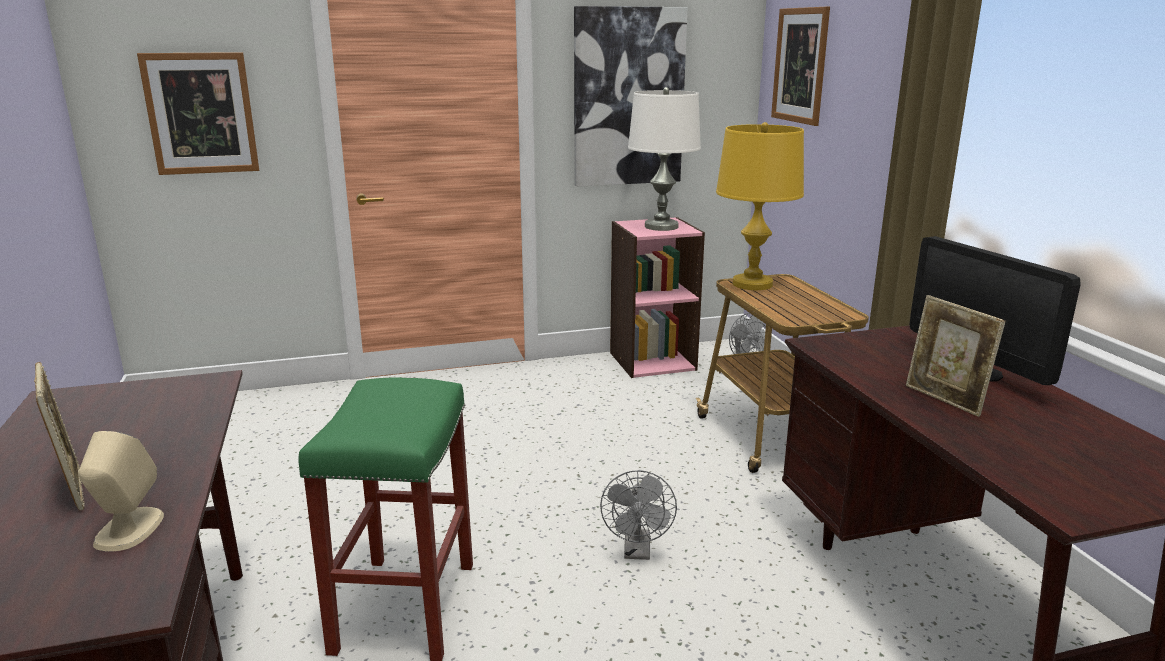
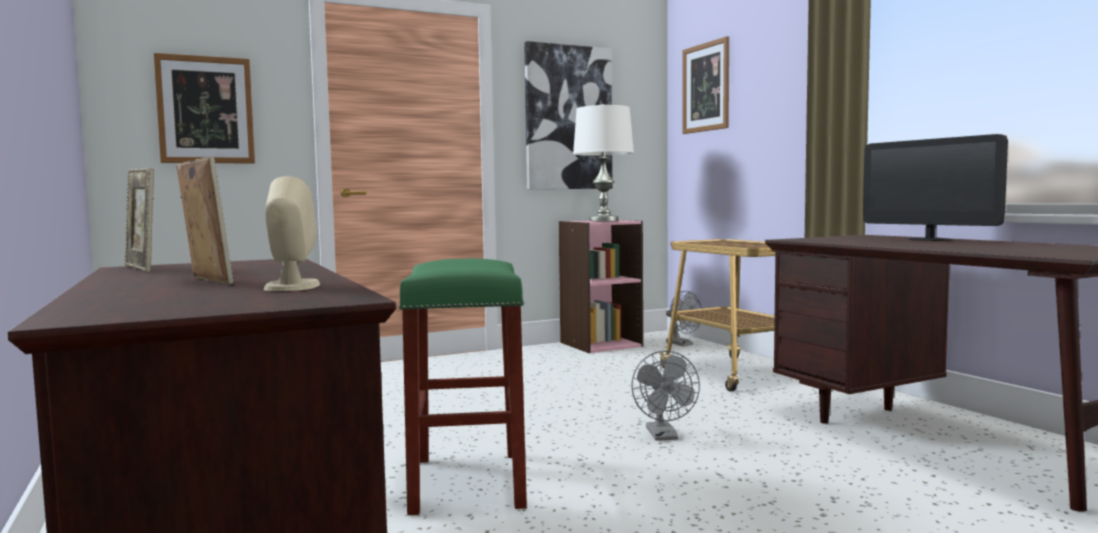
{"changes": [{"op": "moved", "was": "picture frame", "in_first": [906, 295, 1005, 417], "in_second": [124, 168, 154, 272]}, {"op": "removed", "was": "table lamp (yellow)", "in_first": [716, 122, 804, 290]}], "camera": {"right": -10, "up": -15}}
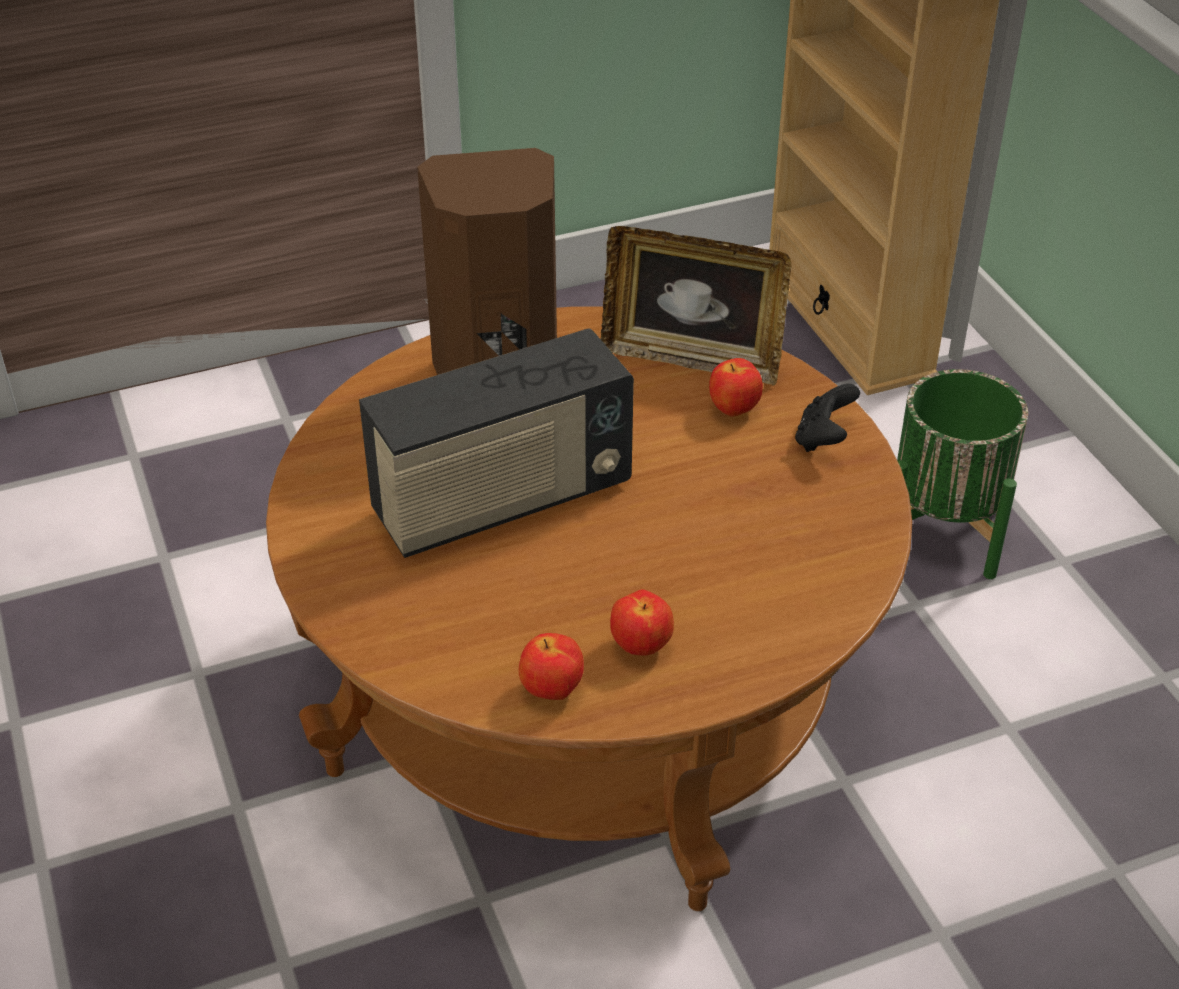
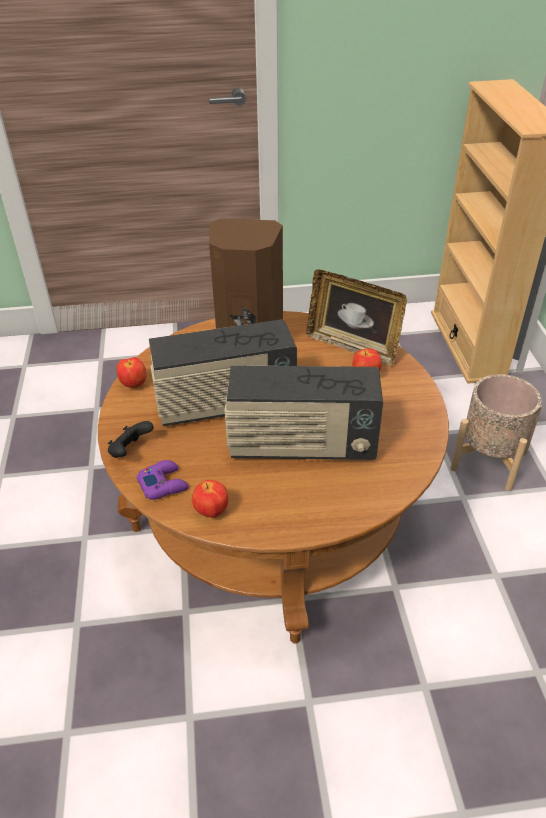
{"changes": [{"op": "moved", "was": "game controller (black)", "in_first": [795, 384, 860, 452], "in_second": [108, 421, 154, 458]}, {"op": "moved", "was": "apple", "in_first": [610, 589, 674, 656], "in_second": [117, 357, 147, 388]}, {"op": "added", "now": "game controller (purple)", "in_second": [136, 460, 189, 500]}, {"op": "added", "now": "radio", "in_second": [225, 365, 383, 460]}, {"op": "recoloured", "was": "planter (green)", "now": "planter (beige)", "in_first": [897, 369, 1028, 579], "in_second": [451, 374, 542, 491]}], "camera": {"right": 15, "up": 0}}
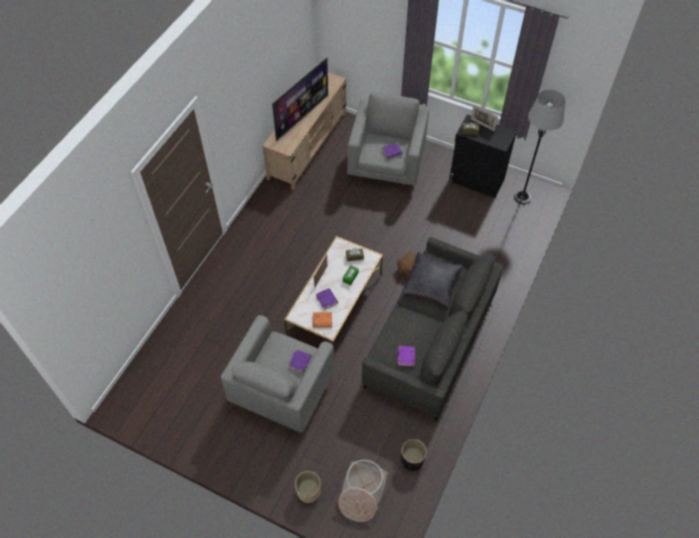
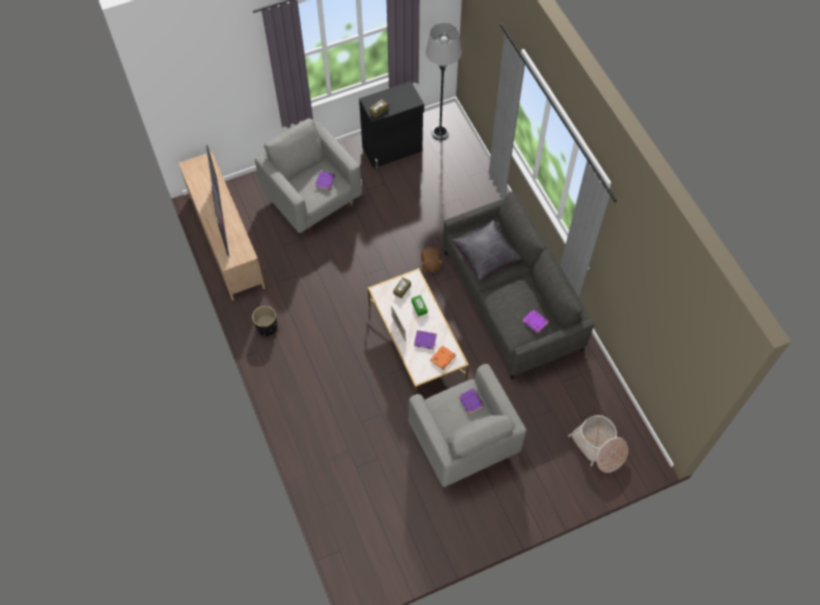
{"changes": [{"op": "moved", "was": "planter (black)", "in_first": [401, 439, 427, 471], "in_second": [252, 306, 278, 336]}, {"op": "removed", "was": "planter (beige)", "in_first": [295, 471, 321, 503]}, {"op": "removed", "was": "picture frame", "in_first": [471, 105, 498, 131]}], "camera": {"right": -50, "up": 5}}
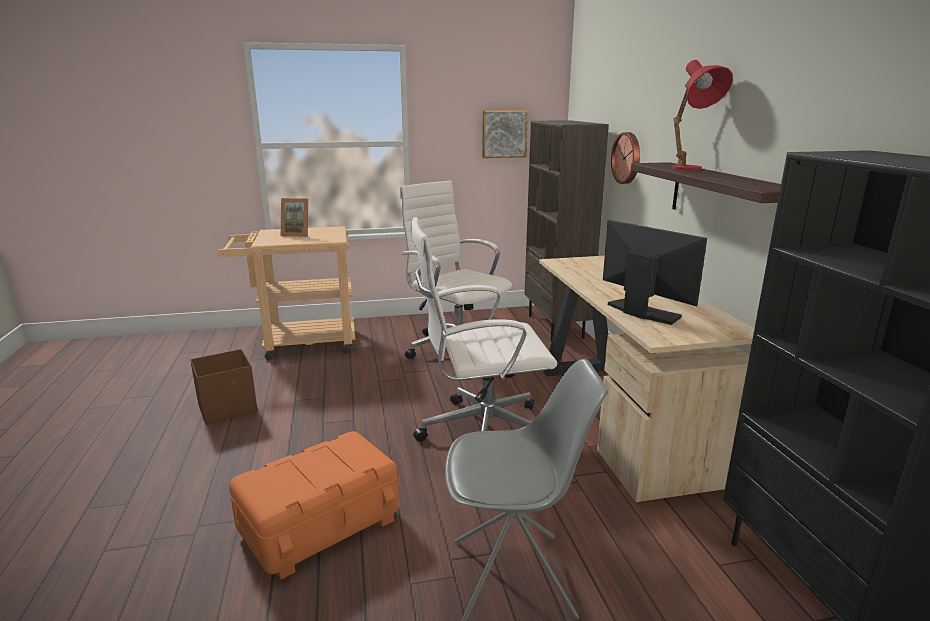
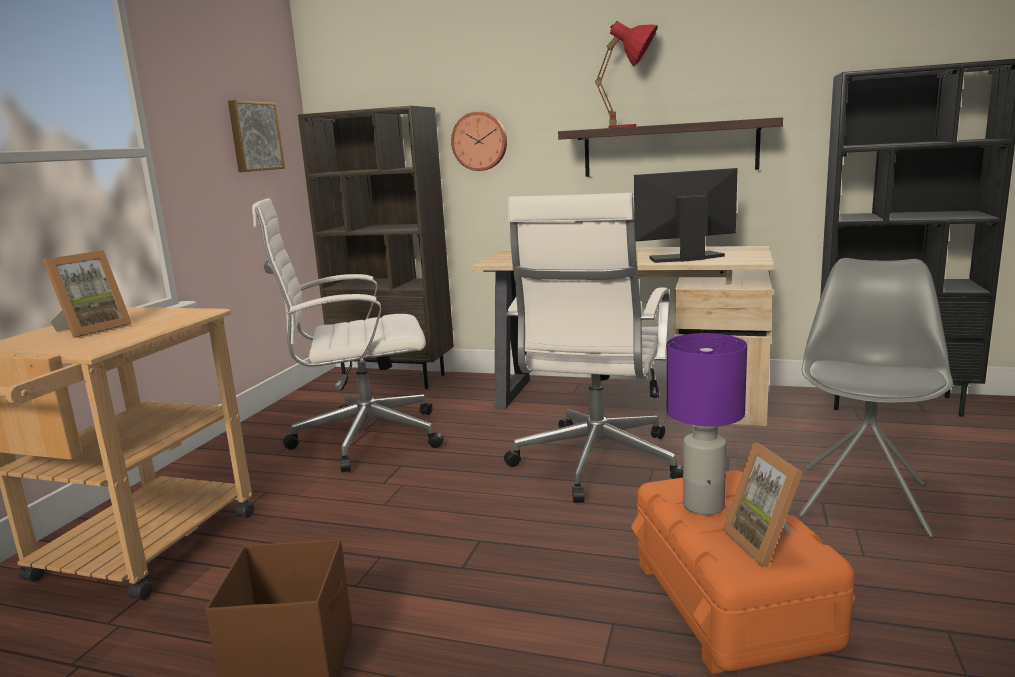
{"changes": [{"op": "added", "now": "table lamp (purple)", "in_second": [667, 333, 747, 515]}, {"op": "added", "now": "picture frame", "in_second": [723, 442, 803, 567]}], "camera": {"right": -60, "up": -5}}
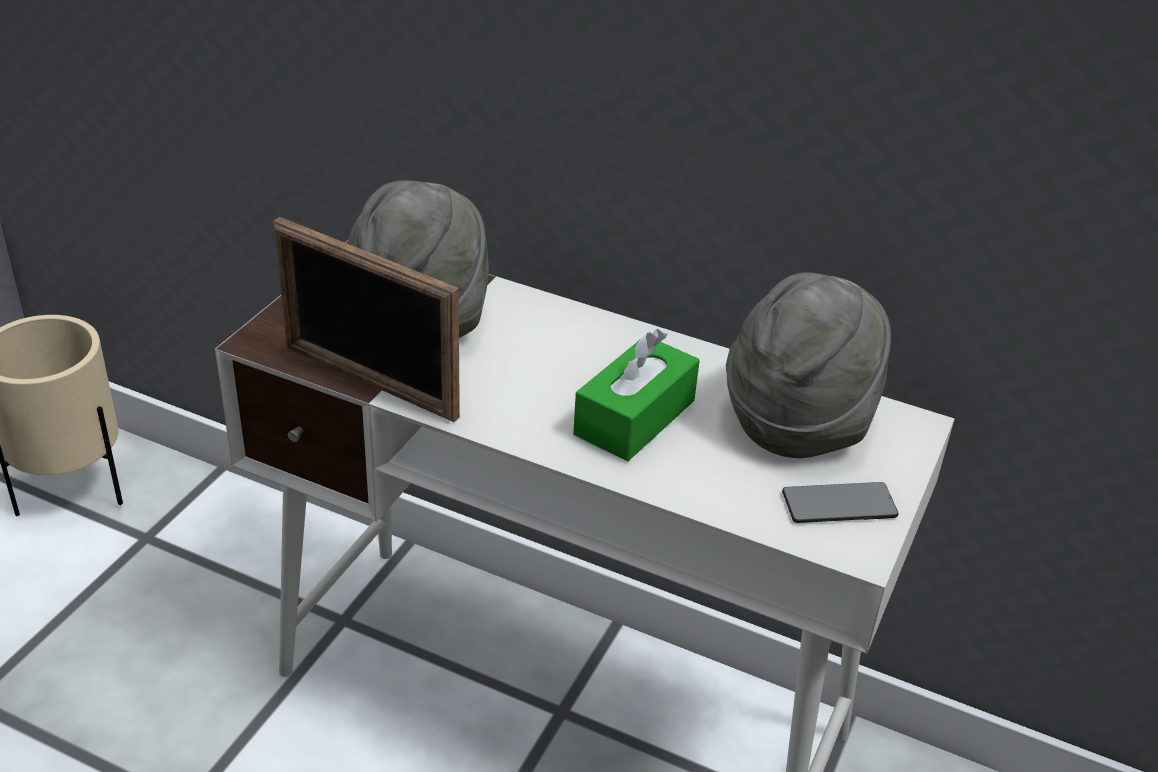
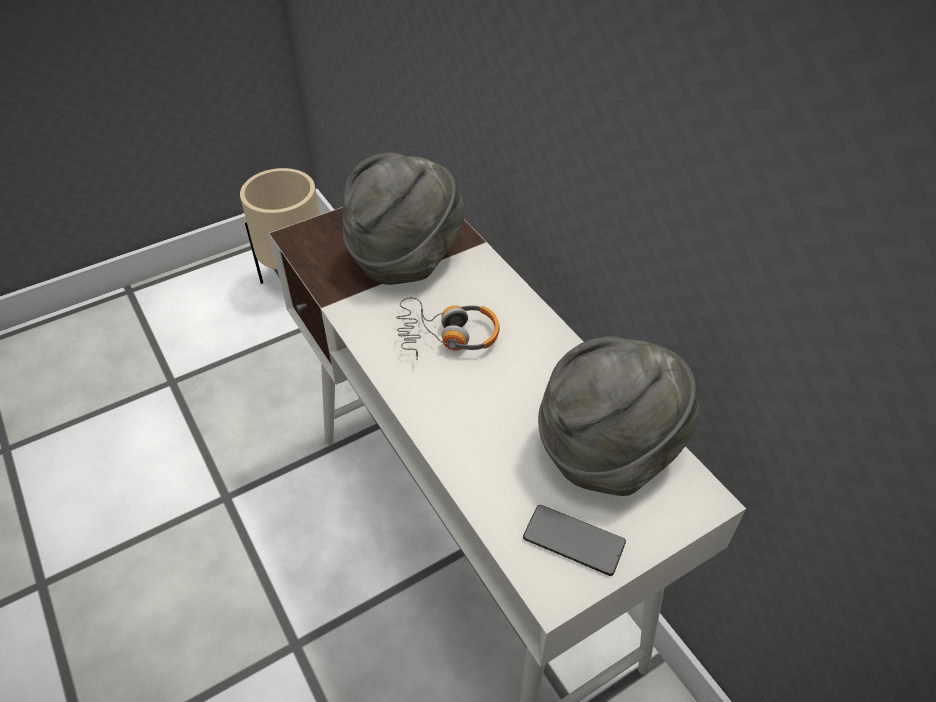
{"changes": [{"op": "added", "now": "headphones", "in_second": [396, 297, 500, 360]}, {"op": "removed", "was": "picture frame", "in_first": [274, 217, 460, 422]}, {"op": "removed", "was": "tissue box (green)", "in_first": [573, 329, 700, 462]}], "camera": {"right": 35, "up": 10}}
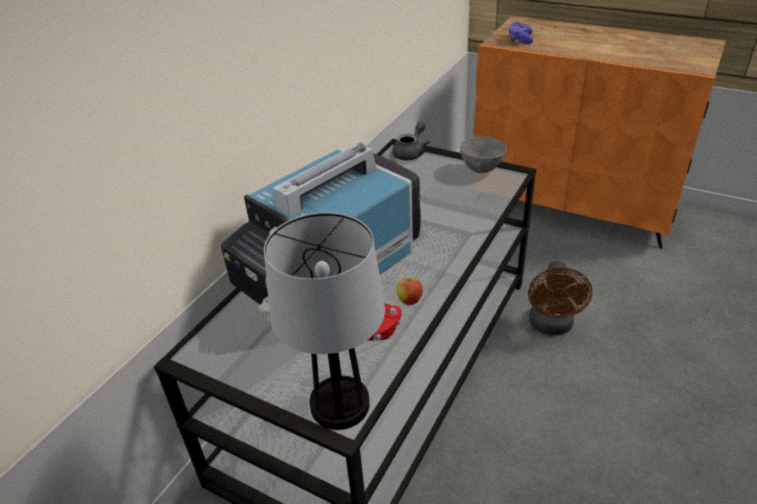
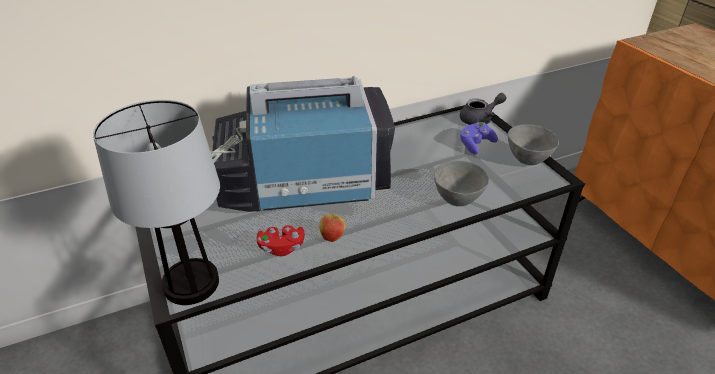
{"changes": [{"op": "added", "now": "bowl (grey)", "in_second": [434, 161, 489, 206]}, {"op": "moved", "was": "game controller (purple)", "in_first": [509, 21, 533, 44], "in_second": [460, 122, 498, 155]}, {"op": "removed", "was": "fan (brown)", "in_first": [528, 261, 592, 335]}], "camera": {"right": 35, "up": 0}}
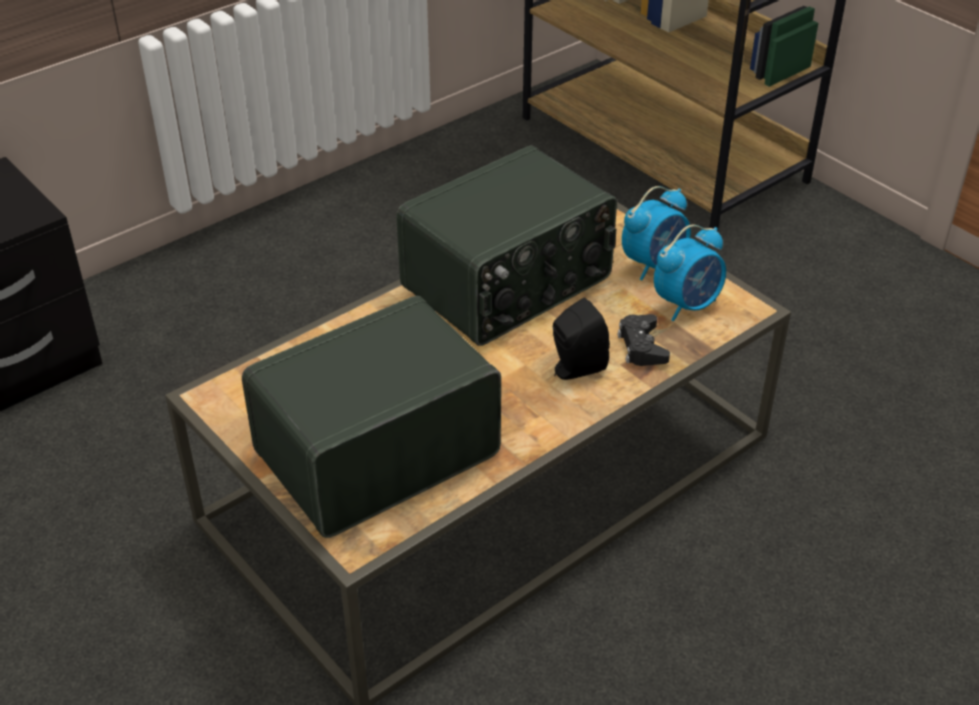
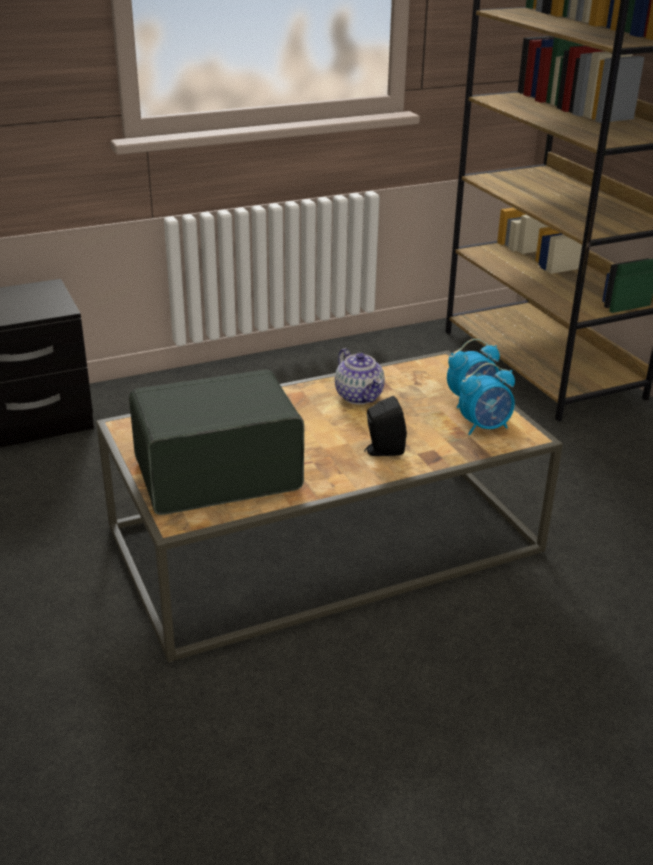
{"changes": [{"op": "replaced", "was": "radio", "now": "teapot", "in_first": [396, 145, 617, 346], "in_second": [335, 348, 385, 404]}, {"op": "removed", "was": "game controller (black)", "in_first": [617, 314, 670, 366]}], "camera": {"right": 15, "up": -10}}
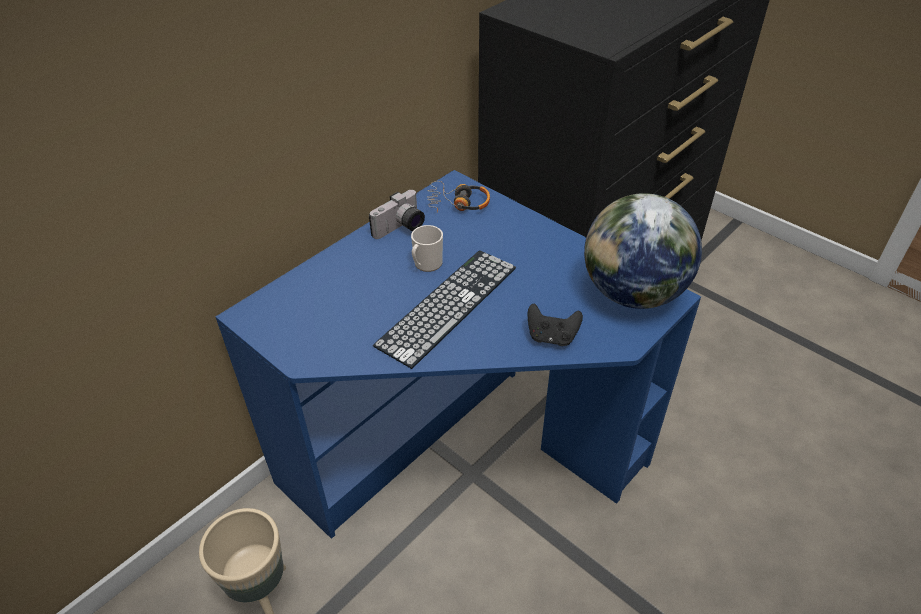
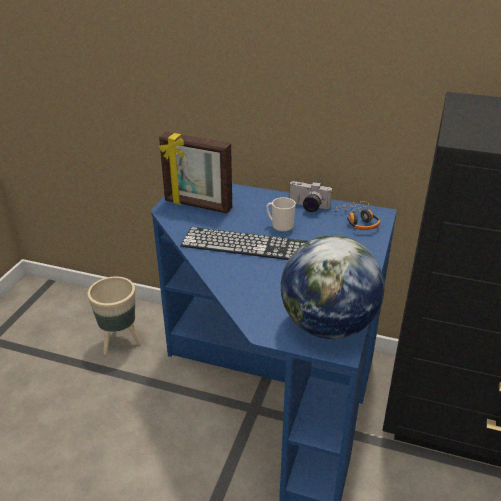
{"changes": [{"op": "added", "now": "picture frame", "in_second": [159, 132, 232, 213]}, {"op": "removed", "was": "game controller (black)", "in_first": [528, 303, 583, 346]}], "camera": {"right": 65, "up": -10}}
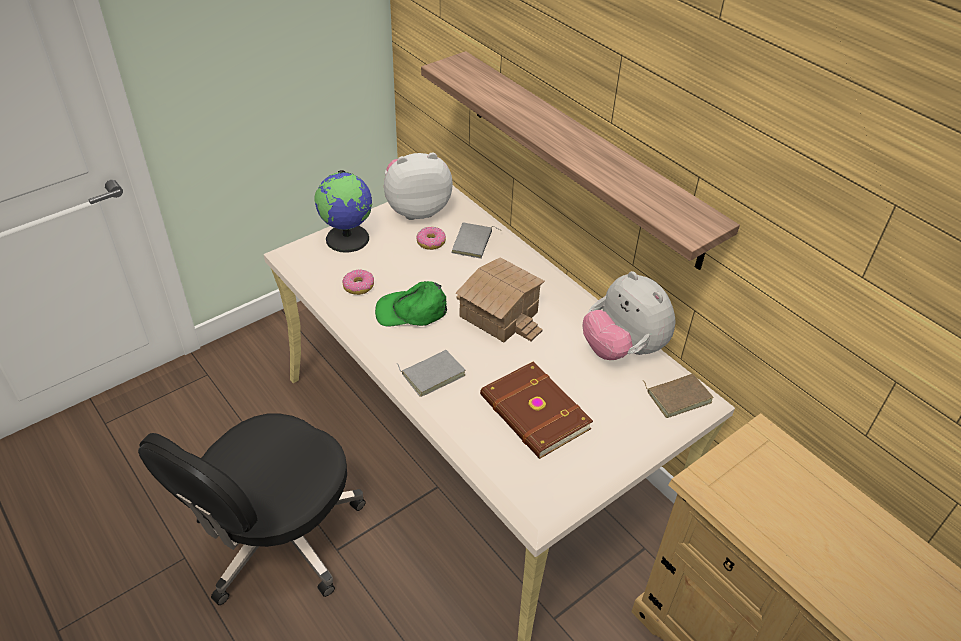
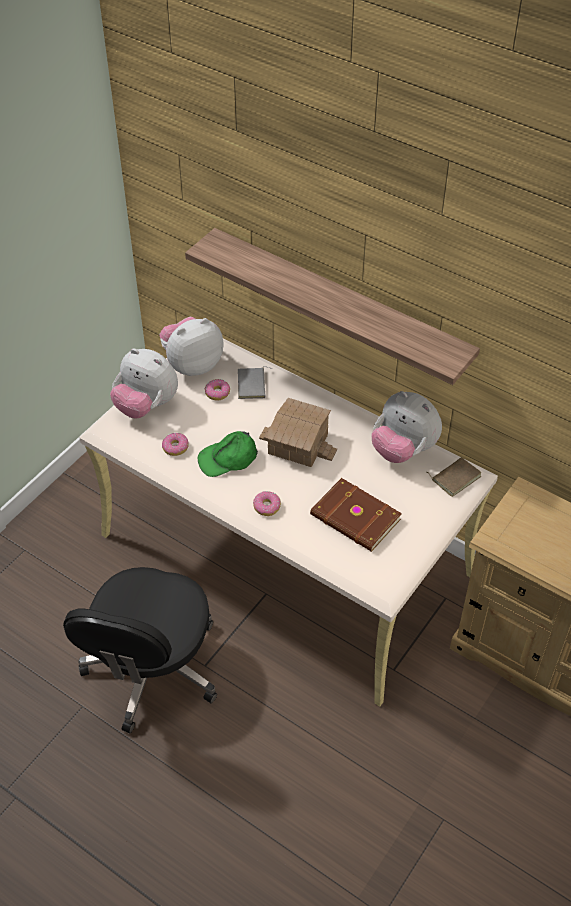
{"changes": [{"op": "replaced", "was": "globe", "now": "plush toy", "in_first": [314, 170, 372, 253], "in_second": [110, 348, 178, 418]}, {"op": "replaced", "was": "book (grey)", "now": "donut", "in_first": [396, 350, 465, 397], "in_second": [253, 491, 281, 516]}], "camera": {"right": -15, "up": 5}}
